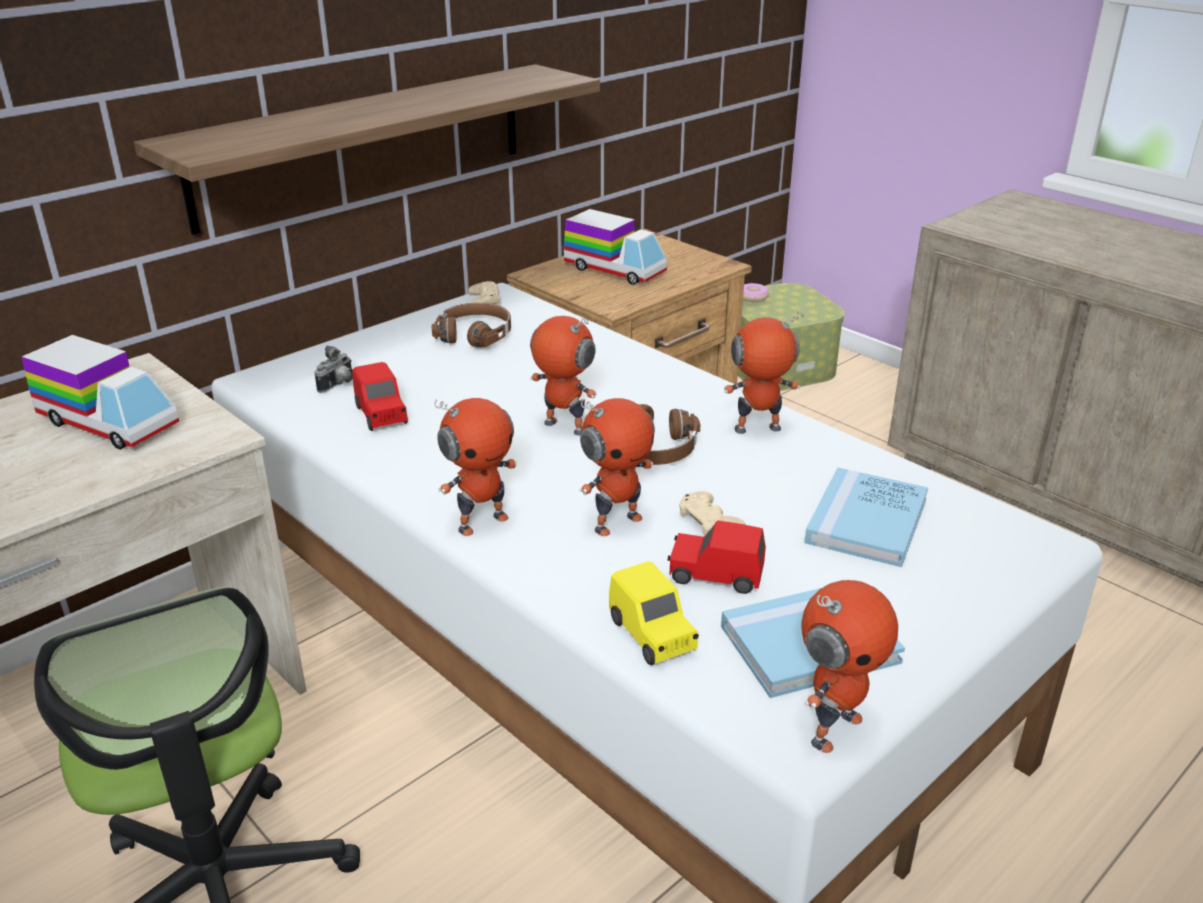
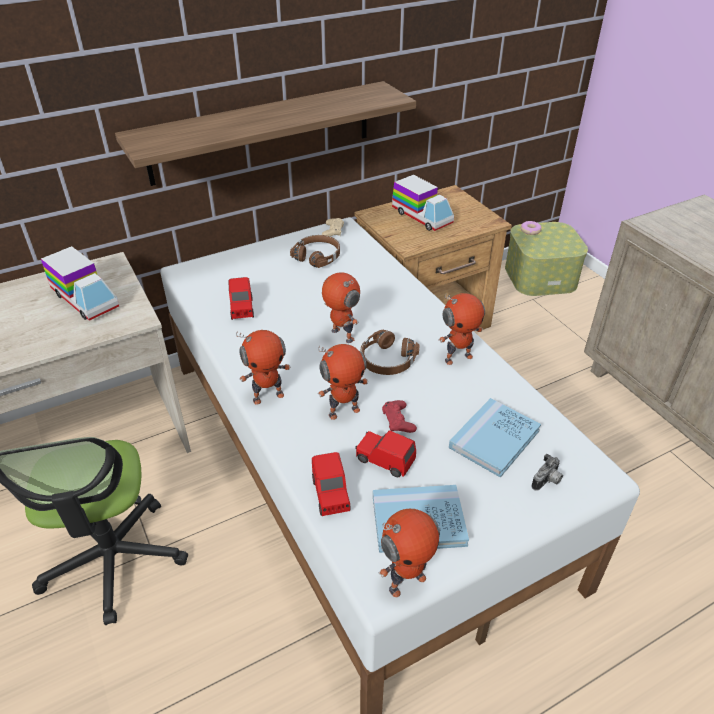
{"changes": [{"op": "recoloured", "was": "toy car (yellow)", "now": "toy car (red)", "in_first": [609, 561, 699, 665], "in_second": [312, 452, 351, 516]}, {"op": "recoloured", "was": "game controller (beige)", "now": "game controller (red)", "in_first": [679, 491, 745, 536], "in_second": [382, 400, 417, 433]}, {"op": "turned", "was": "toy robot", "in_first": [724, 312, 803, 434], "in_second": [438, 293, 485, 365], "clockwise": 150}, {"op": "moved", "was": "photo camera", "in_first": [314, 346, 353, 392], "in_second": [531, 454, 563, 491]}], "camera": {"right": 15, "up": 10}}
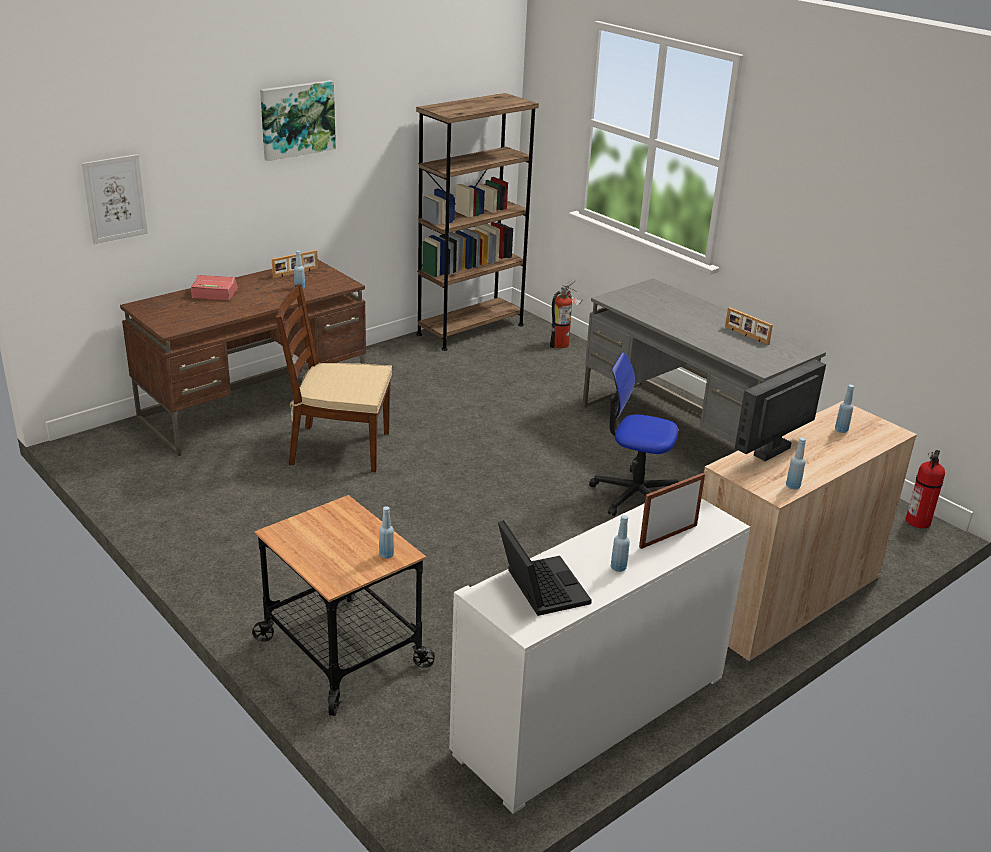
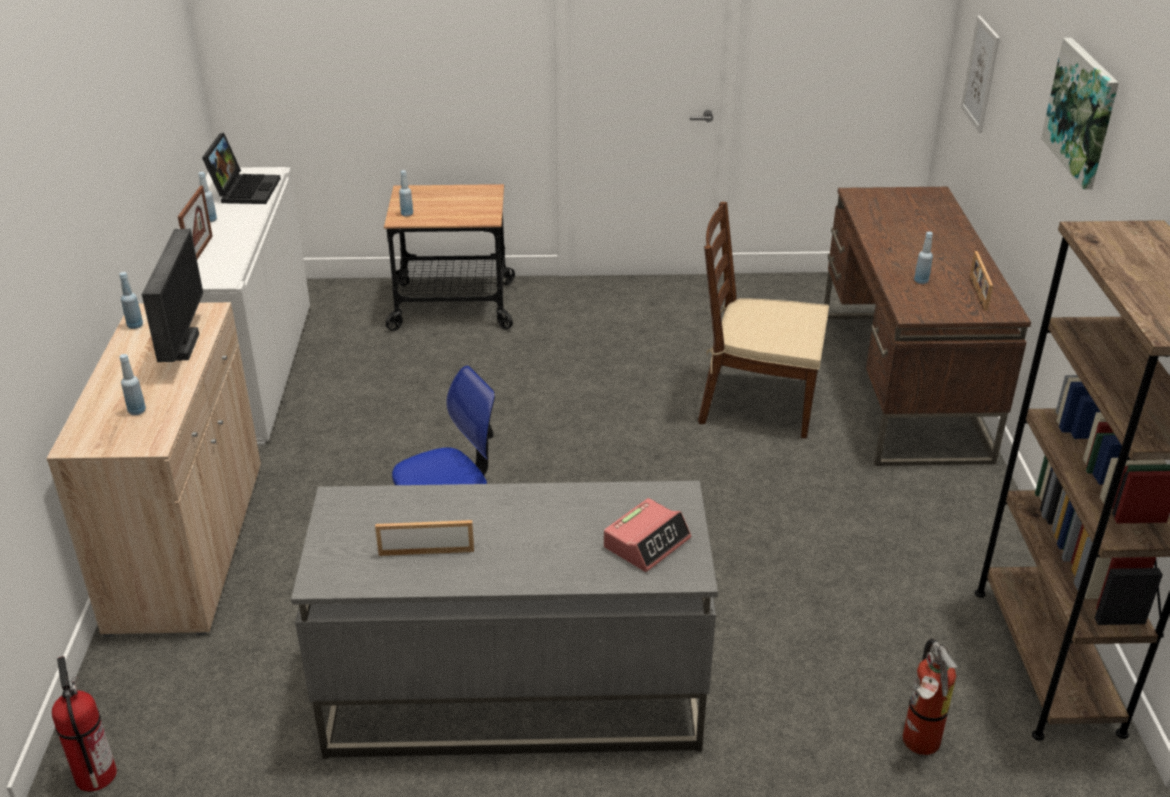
{"changes": [{"op": "turned", "was": "laptop", "in_first": [498, 520, 592, 616], "in_second": [202, 133, 281, 204], "clockwise": -105}, {"op": "moved", "was": "alarm clock", "in_first": [191, 275, 238, 300], "in_second": [604, 498, 691, 572]}, {"op": "turned", "was": "chair (brown)", "in_first": [276, 284, 392, 472], "in_second": [698, 202, 829, 439], "clockwise": -120}], "camera": {"right": 130, "up": 5}}
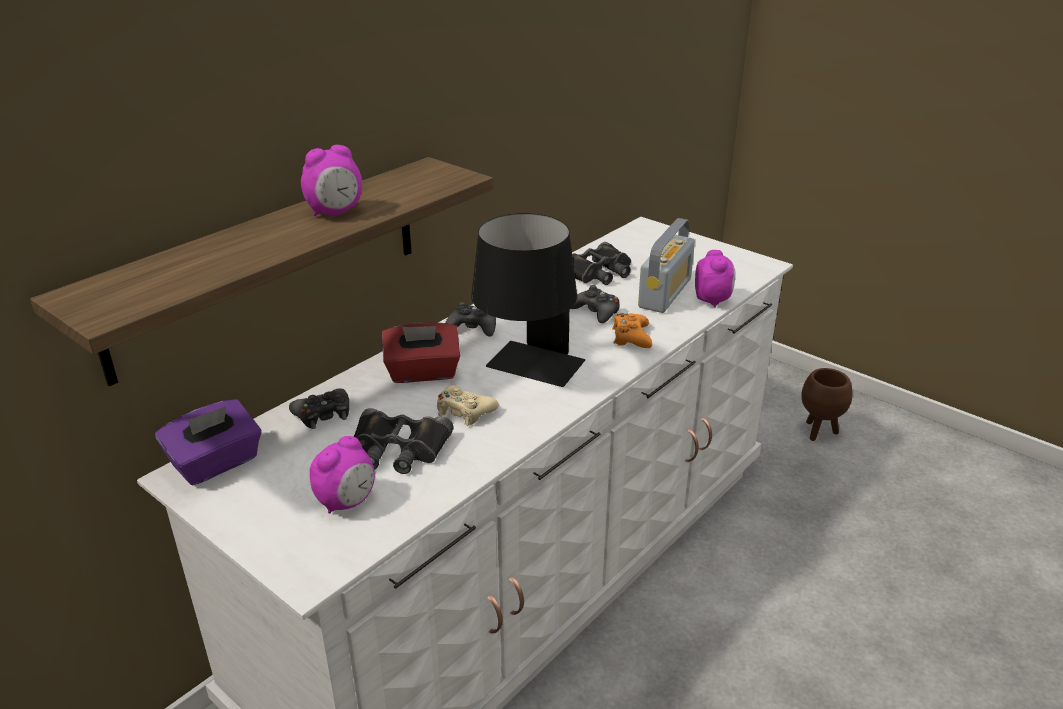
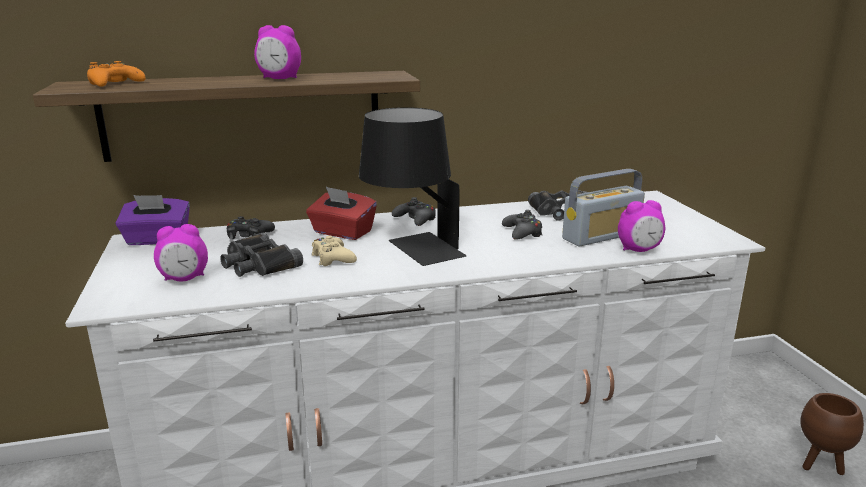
{"changes": [{"op": "moved", "was": "game controller (orange)", "in_first": [612, 313, 652, 348], "in_second": [87, 61, 146, 87]}, {"op": "turned", "was": "alarm clock", "in_first": [695, 250, 736, 308], "in_second": [618, 200, 665, 252], "clockwise": 45}], "camera": {"right": 35, "up": -10}}
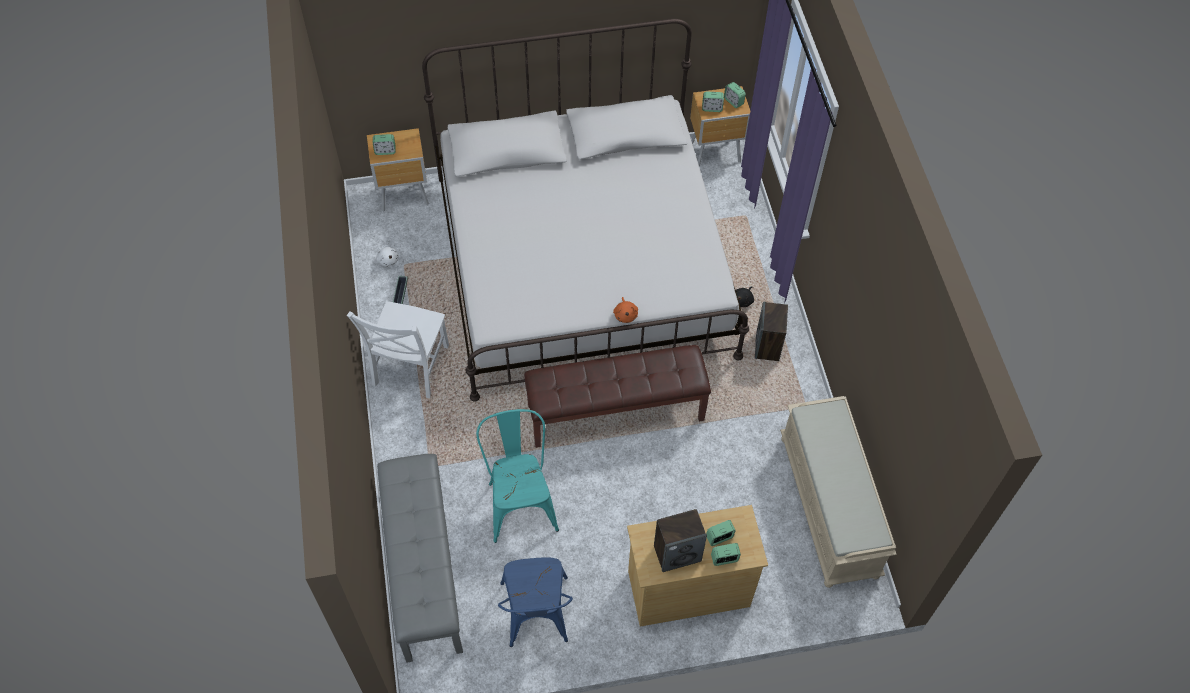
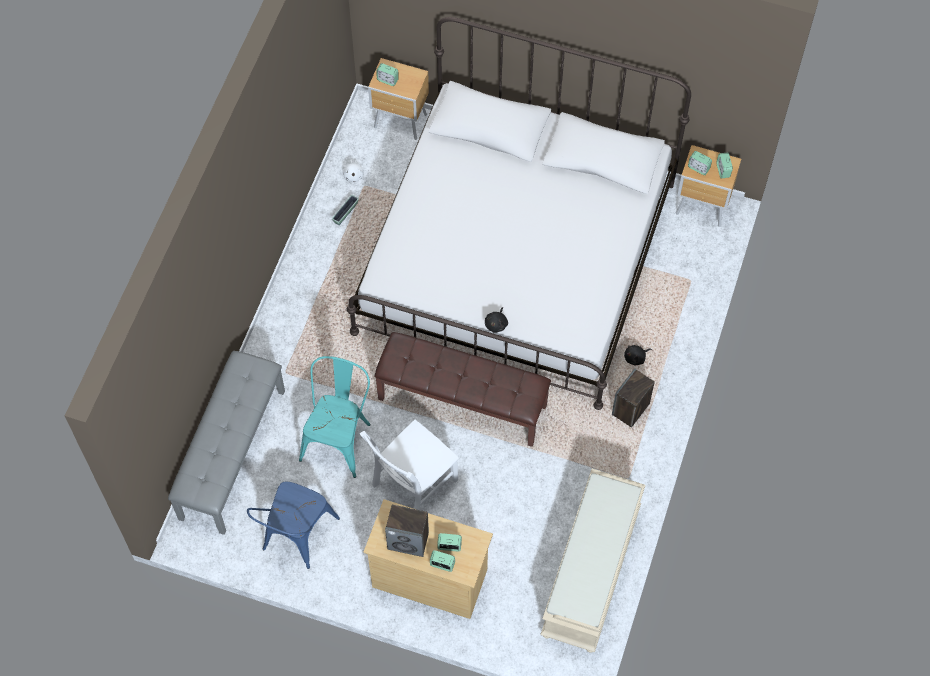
{"changes": [{"op": "moved", "was": "chair (white)", "in_first": [347, 301, 449, 398], "in_second": [359, 420, 459, 510]}, {"op": "recoloured", "was": "plush toy (orange)", "now": "plush toy (black)", "in_first": [613, 297, 638, 323], "in_second": [485, 307, 508, 333]}], "camera": {"right": 30, "up": 5}}
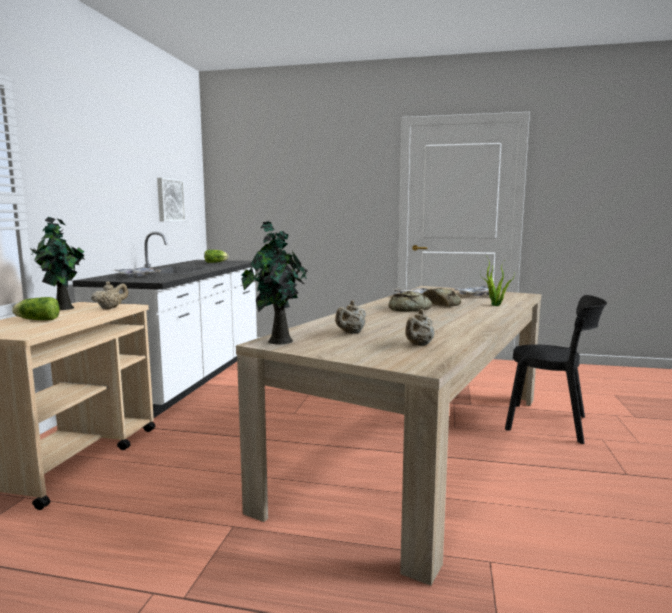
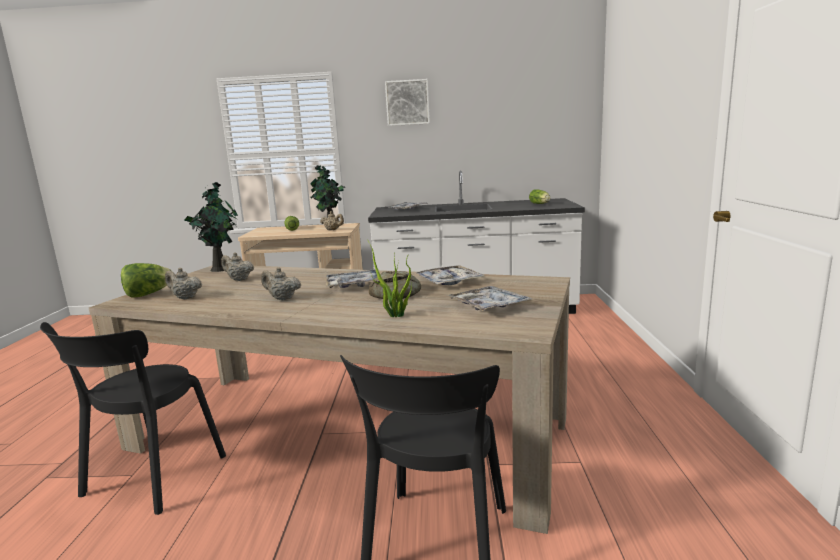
{"changes": [{"op": "added", "now": "chair (black)", "in_second": [40, 322, 226, 515]}, {"op": "added", "now": "lettuce", "in_second": [121, 263, 173, 297]}, {"op": "added", "now": "teapot (beige)", "in_second": [261, 267, 301, 300]}, {"op": "replaced", "was": "bread", "now": "tray", "in_first": [389, 291, 432, 311], "in_second": [326, 269, 377, 288]}, {"op": "moved", "was": "picture", "in_first": [157, 178, 186, 221], "in_second": [385, 79, 430, 126]}], "camera": {"right": 80, "up": 5}}
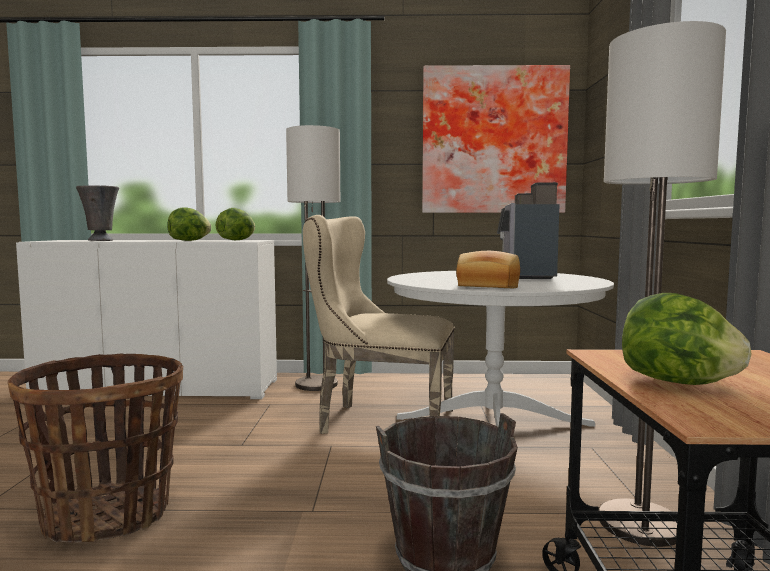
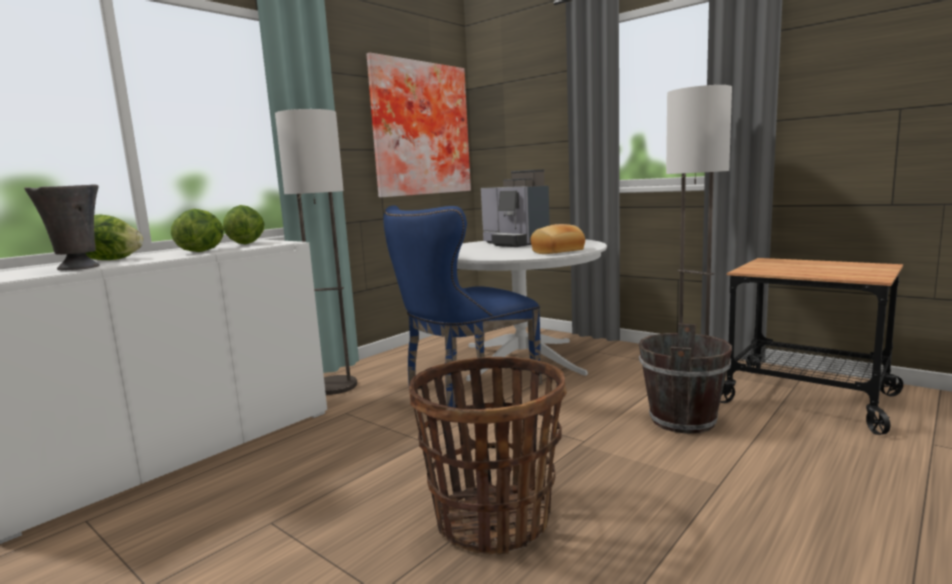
{"changes": [{"op": "moved", "was": "lettuce", "in_first": [622, 293, 752, 385], "in_second": [85, 214, 143, 260]}, {"op": "recoloured", "was": "chair (beige)", "now": "chair (blue)", "in_first": [303, 215, 455, 445], "in_second": [383, 205, 542, 408]}], "camera": {"right": -50, "up": 5}}
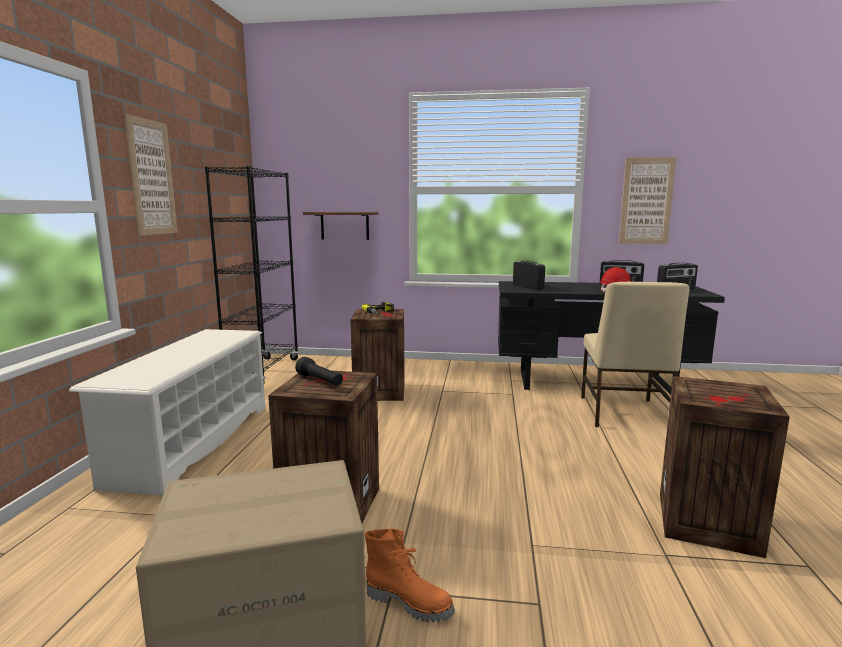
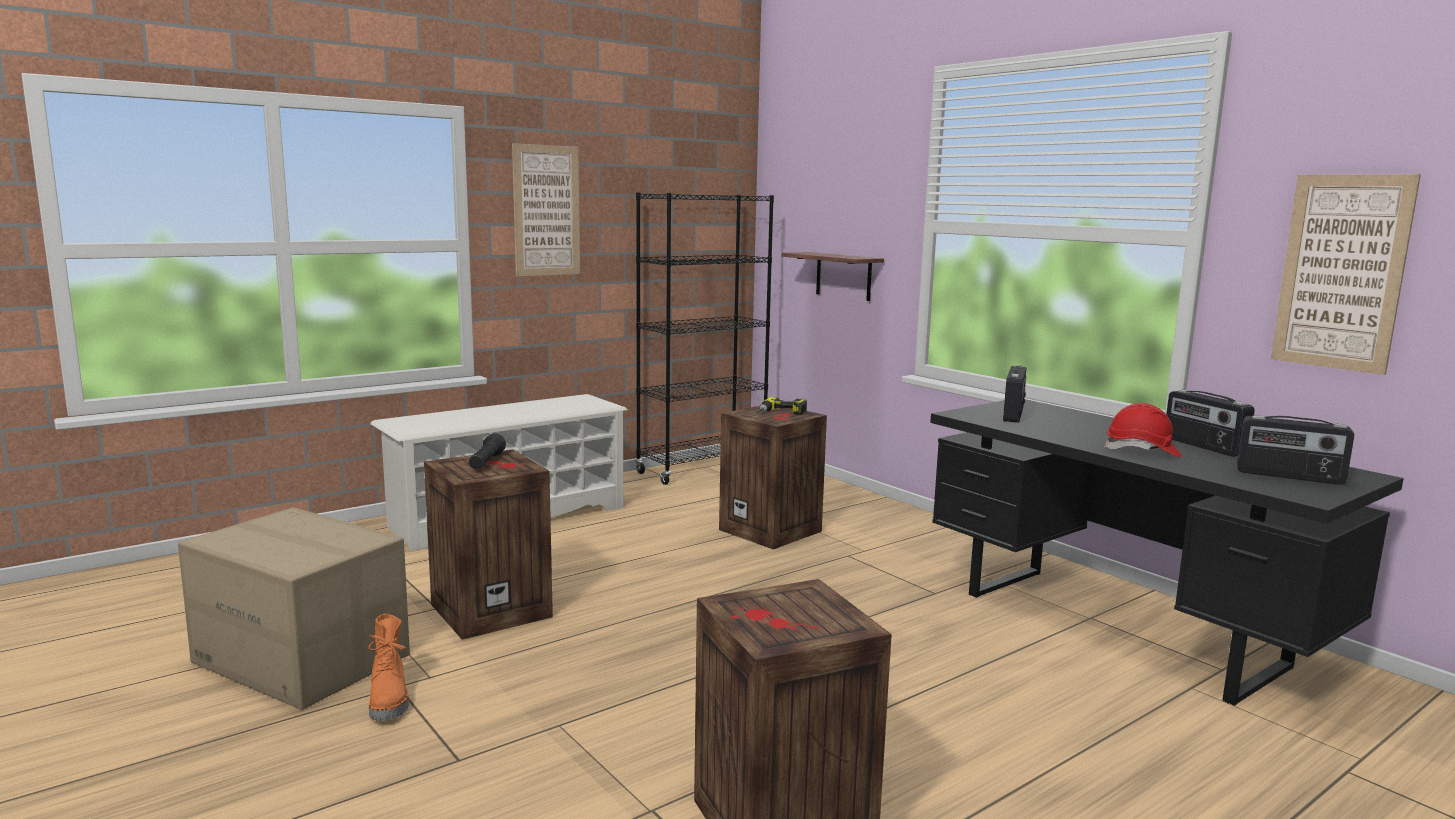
{"changes": [{"op": "removed", "was": "chair (beige)", "in_first": [581, 282, 690, 427]}], "camera": {"right": 45, "up": 0}}
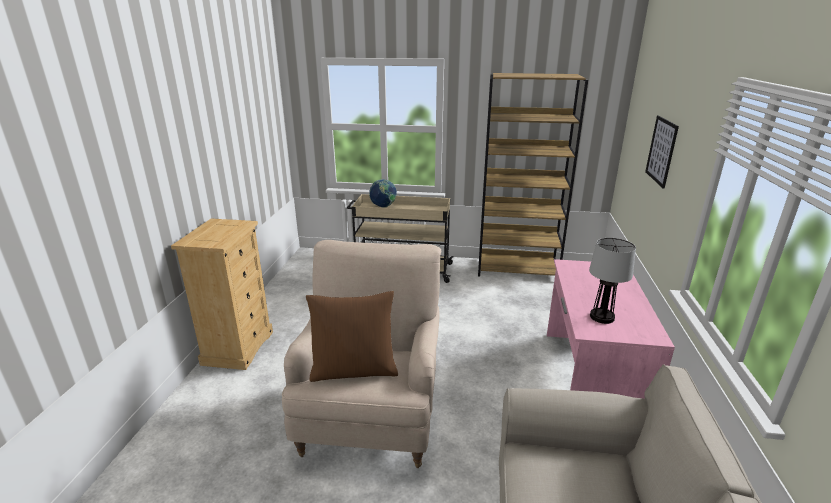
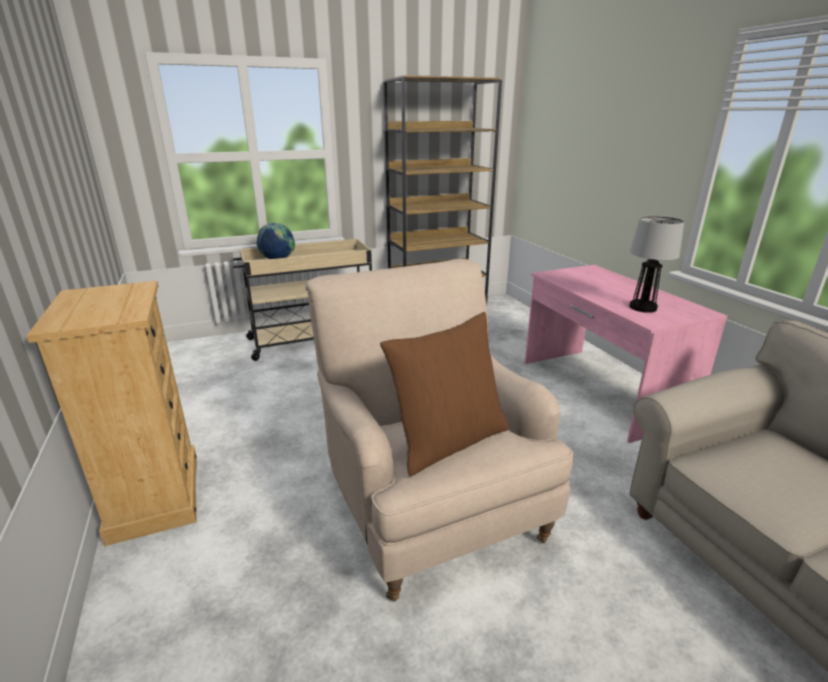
{"changes": [{"op": "removed", "was": "picture", "in_first": [645, 116, 679, 189]}], "camera": {"right": -30, "up": 0}}
